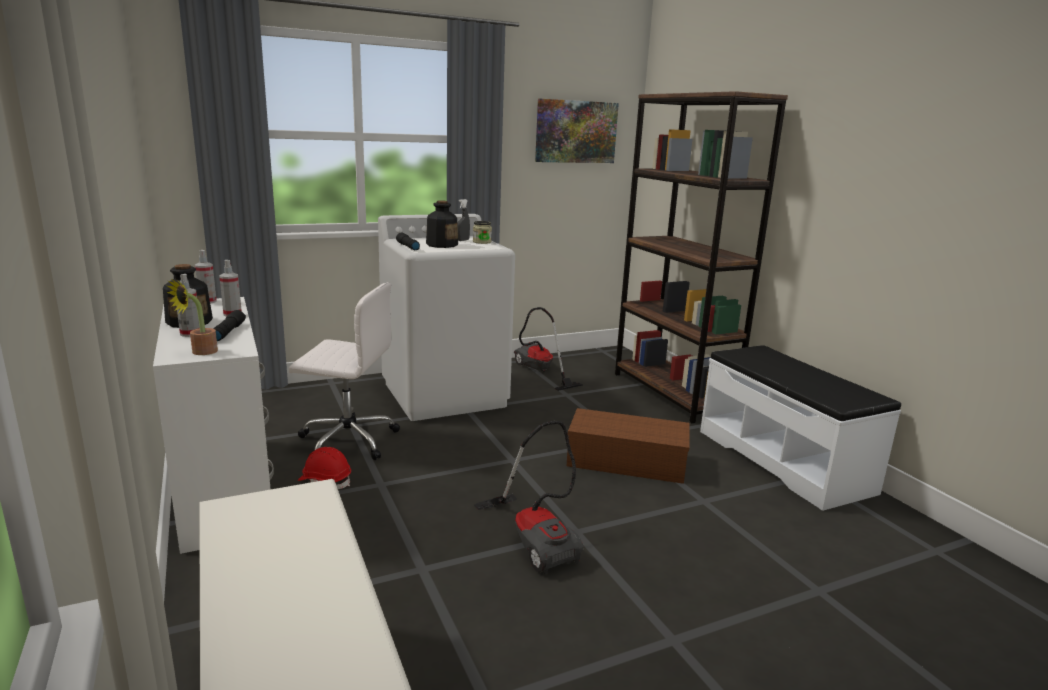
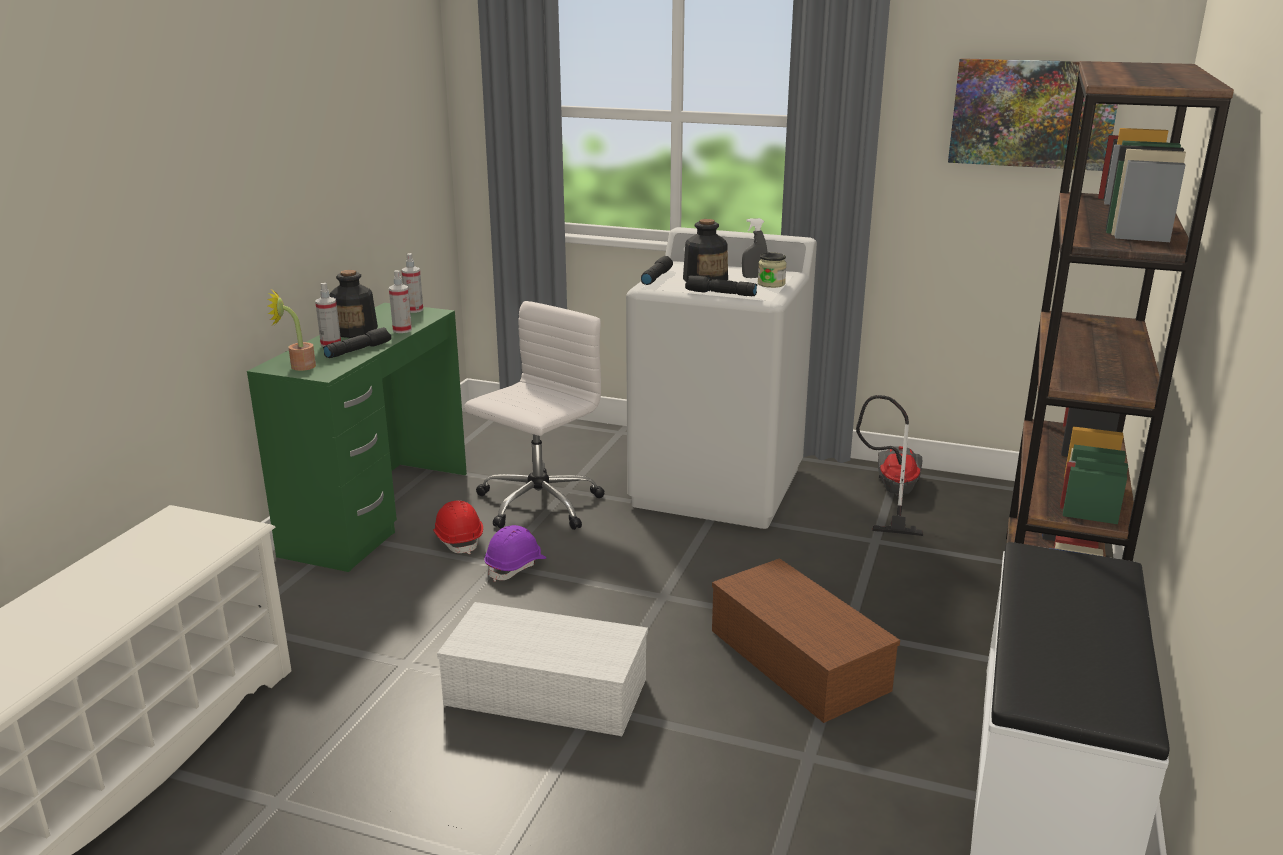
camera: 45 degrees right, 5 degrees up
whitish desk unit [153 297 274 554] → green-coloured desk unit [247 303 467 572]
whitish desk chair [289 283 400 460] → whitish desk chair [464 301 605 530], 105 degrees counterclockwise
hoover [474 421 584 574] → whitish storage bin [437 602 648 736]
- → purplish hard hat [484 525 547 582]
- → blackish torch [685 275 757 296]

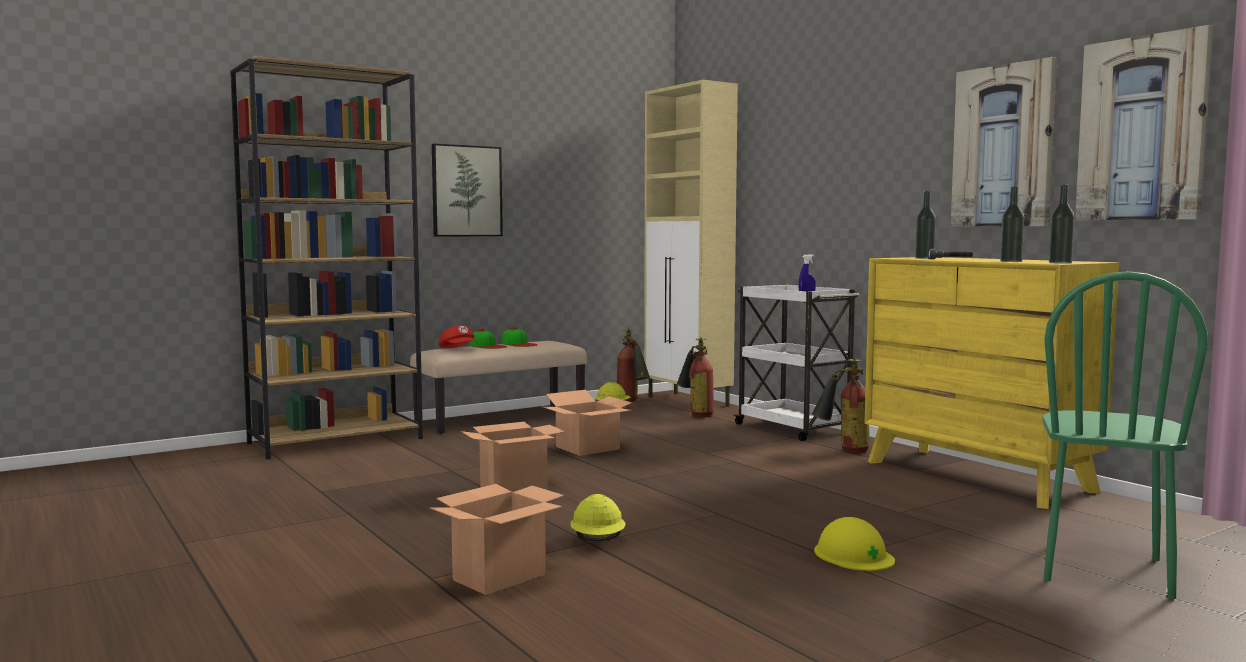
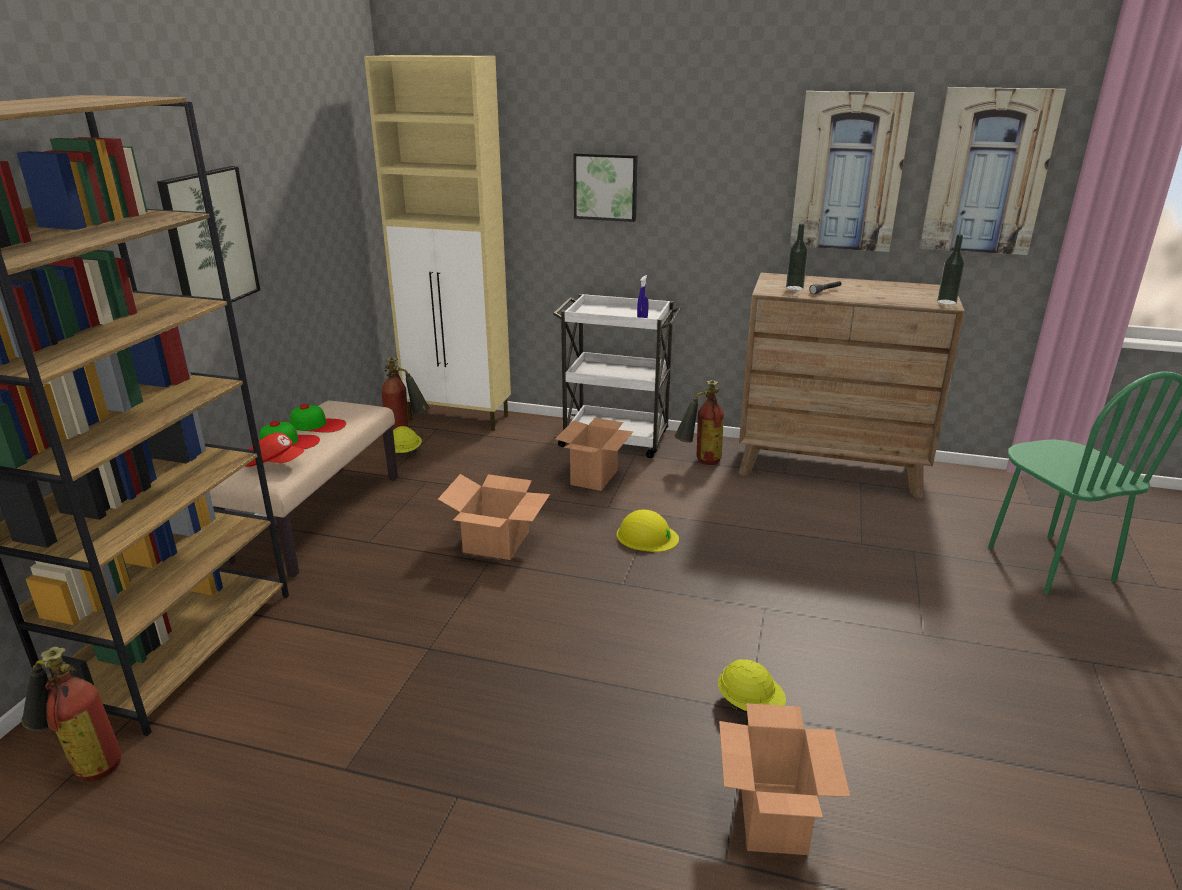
camera: 40 degrees left, 20 degrees up
packing box [461 422 565 492] → packing box [555 418 633 491], shifted
fire-fighting cylinder [677 337 714 418] → fire-fighting cylinder [21 646 121 782], shifted
yellow hard hat [814 517 895 571] → yellow hard hat [617 510 679 552], shifted
yellow drawer chest [865 257 1119 509] → brownish drawer chest [739 273 965 498]
beverage bottle [1000 187 1024 262] → -
- → wall picture [573 153 638 222]

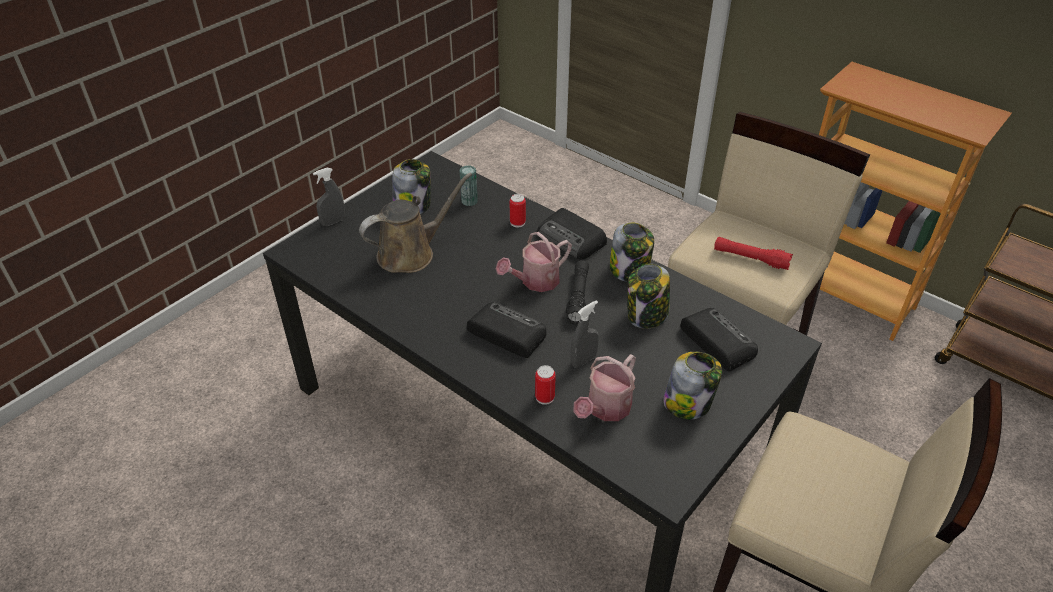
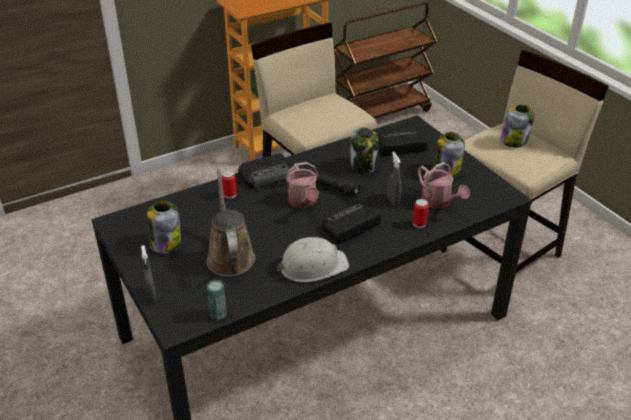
camera: 70 degrees left, 5 degrees down
metal can [460 165 478 206] → metal can [207 280 227 320], shifted
storage jar [610 223 654 282] → storage jar [500 105 535 148], shifted
reddish torch [714 237 793 270] → -
- → whitish hard hat [276 237 349 282]

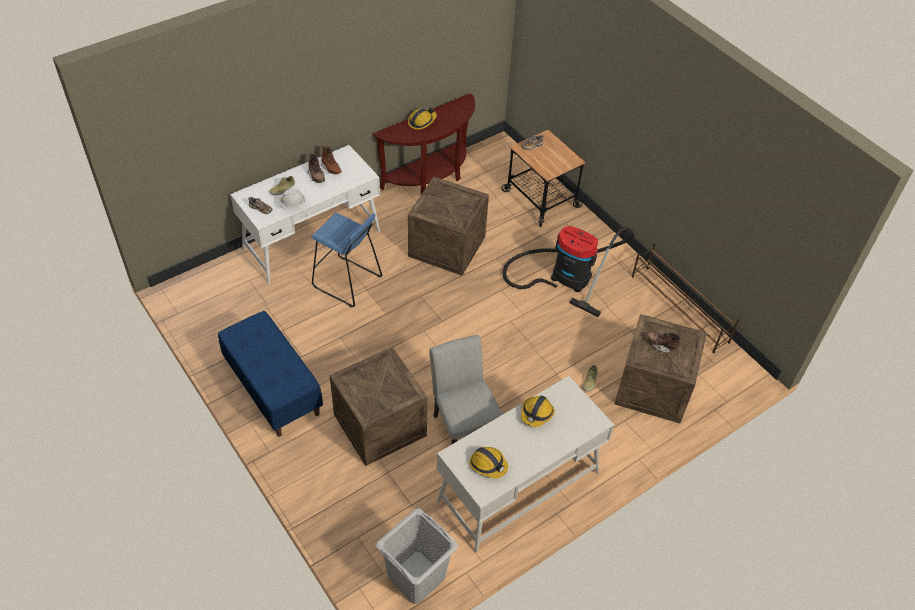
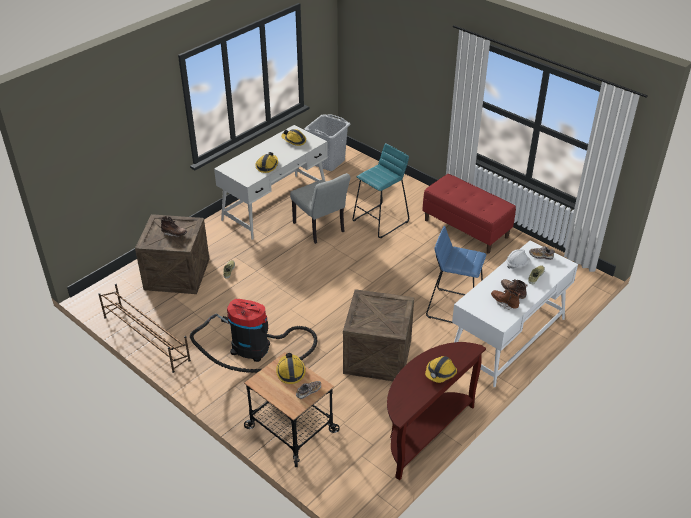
camera: 170 degrees right, 10 degrees down
blue bench [218 311 323 437] → reddish bench [422 174 516 254]
shipping crate [329 347 428 466] → turquoise stool [352 143 409 238]
- → hard hat [276 353 306 384]

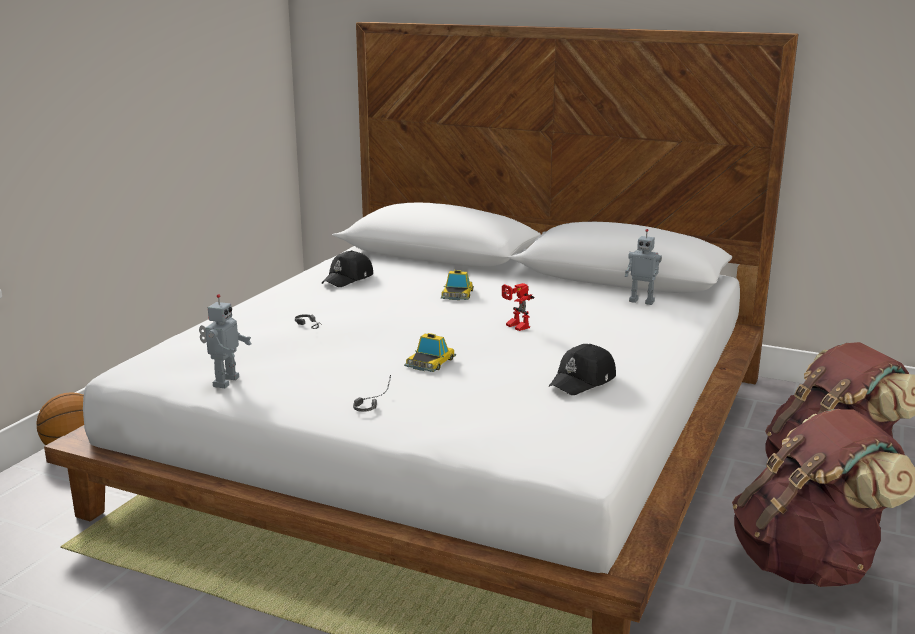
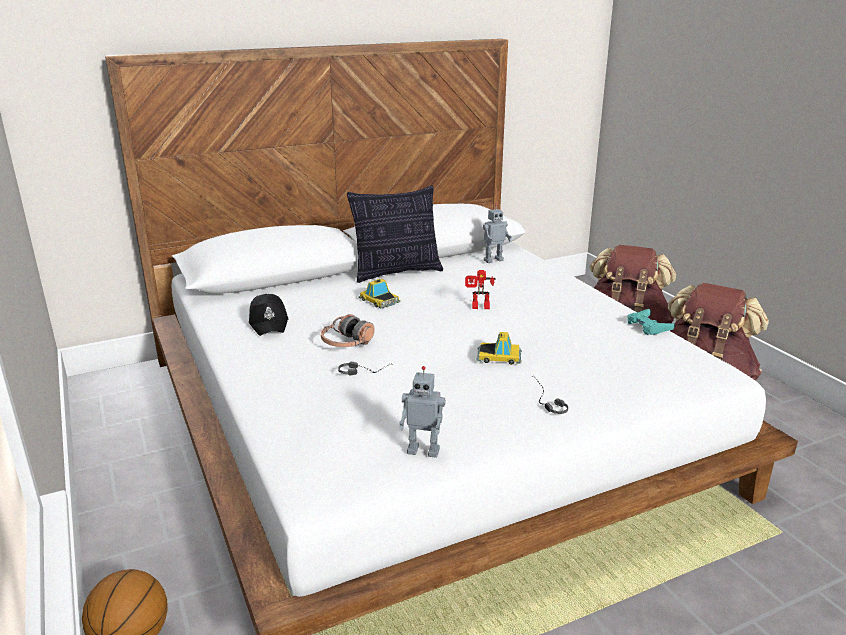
camera: 50 degrees left, 5 degrees up
robot figure [199 294 251 388] → robot figure [399 366 446 458], 135 degrees clockwise
toy car [404 333 456 372] → toy car [476 332 522 365], 120 degrees clockwise
blackish peaked cap [548 344 616 395] → -
- → pair of headphones [321 314 375 347]
- → throw pillow [347 185 443 283]
- → turquoise gamepad [627 309 675 335]

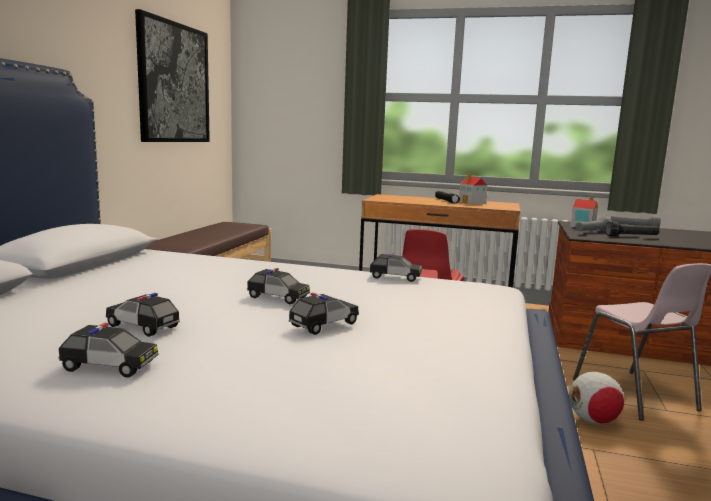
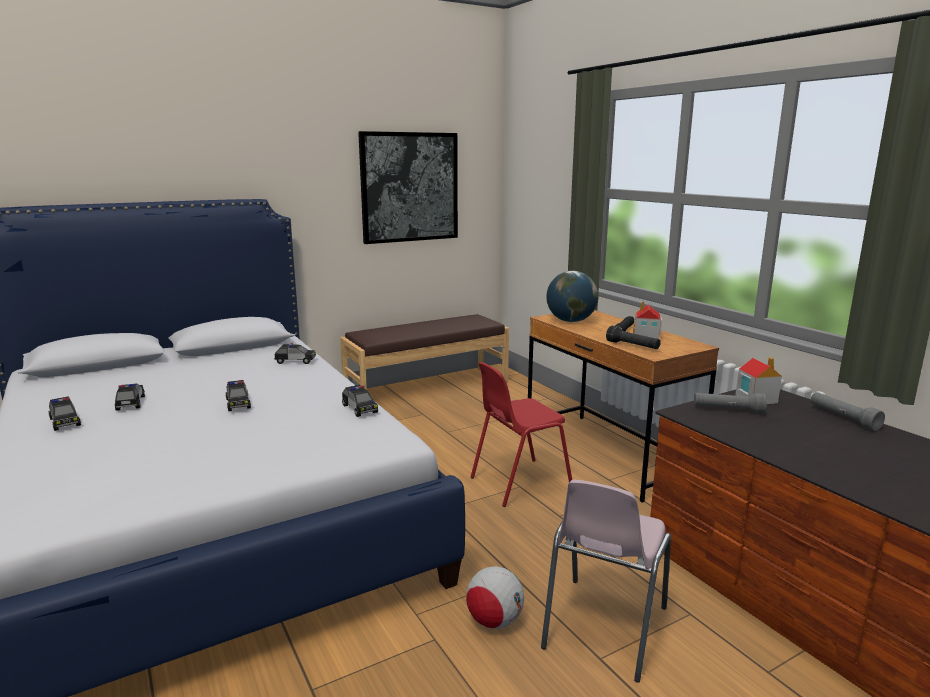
camera: 45 degrees right, 5 degrees up
toy car [289 293 359 335] → toy car [274 343 316 364], shifted
blackish torch [605 221 659 236] → blackish torch [606 326 661 349], shifted
- → world globe [546 271 598 322]

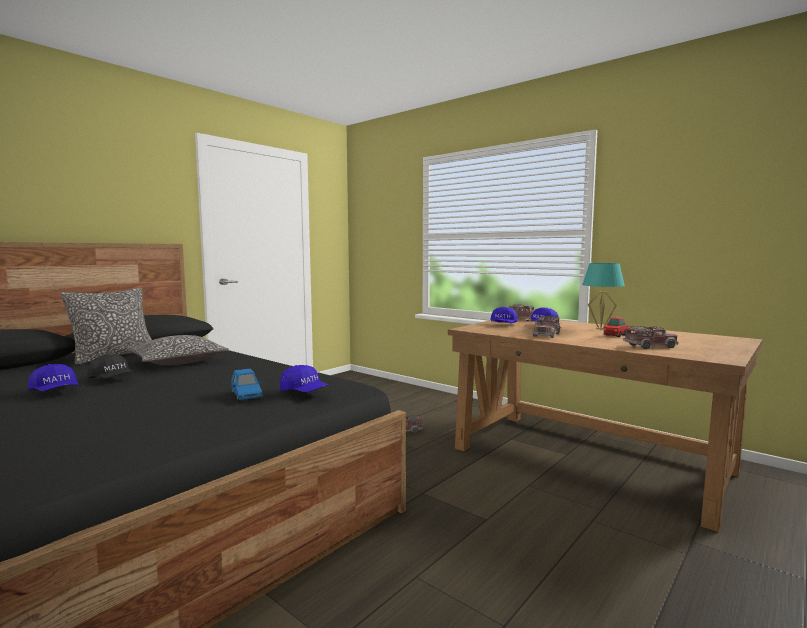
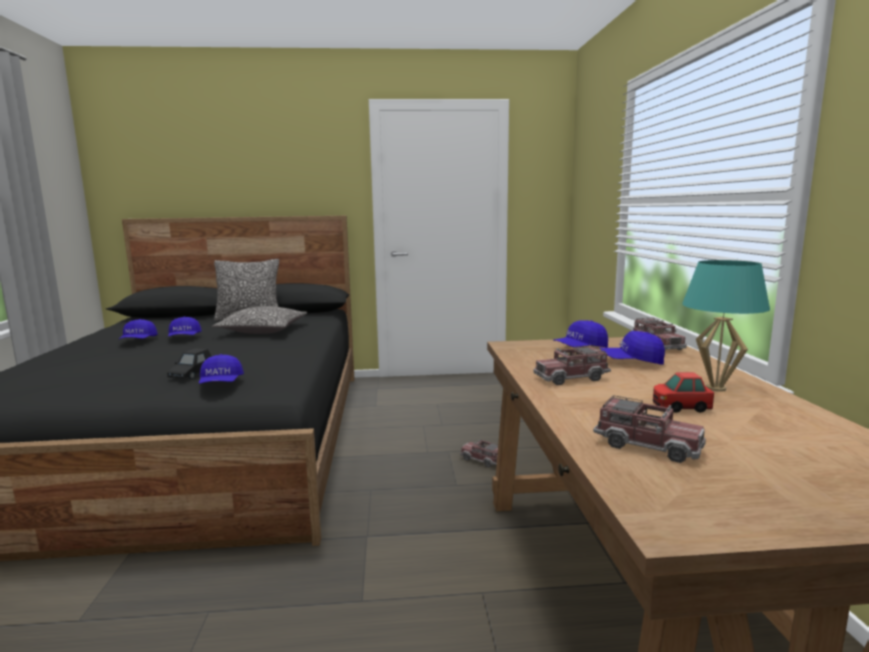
camera: 45 degrees right, 5 degrees up
blackish peaked cap [87 354 135 378] → blue peaked cap [168 317 202 337]
blue toy car [231 369 263 401] → blackish toy car [167 348 212 379]

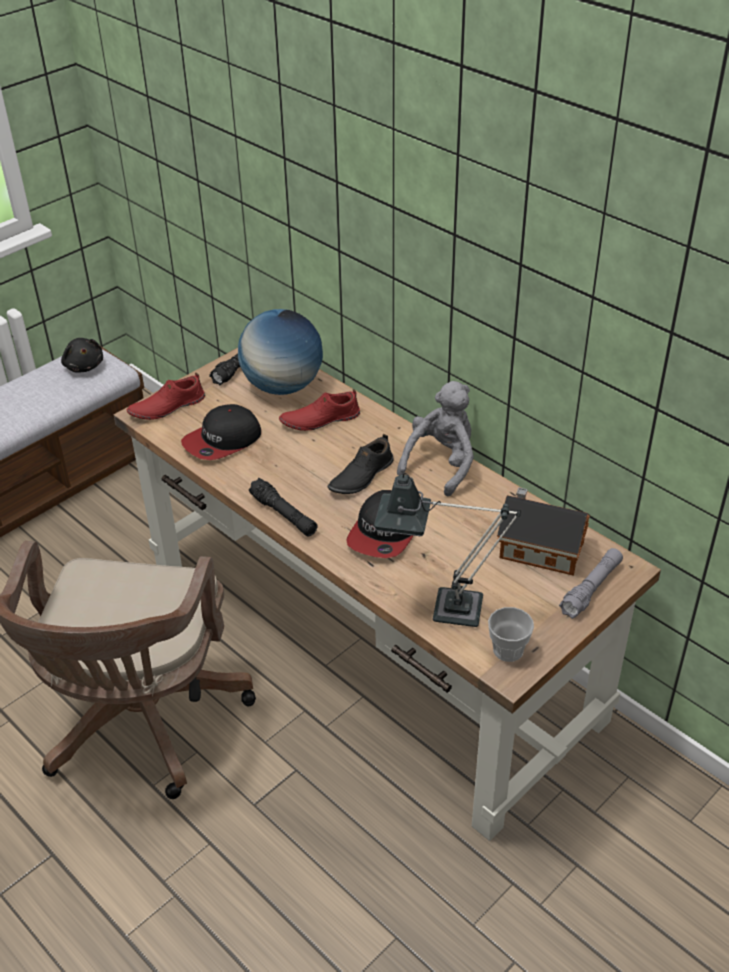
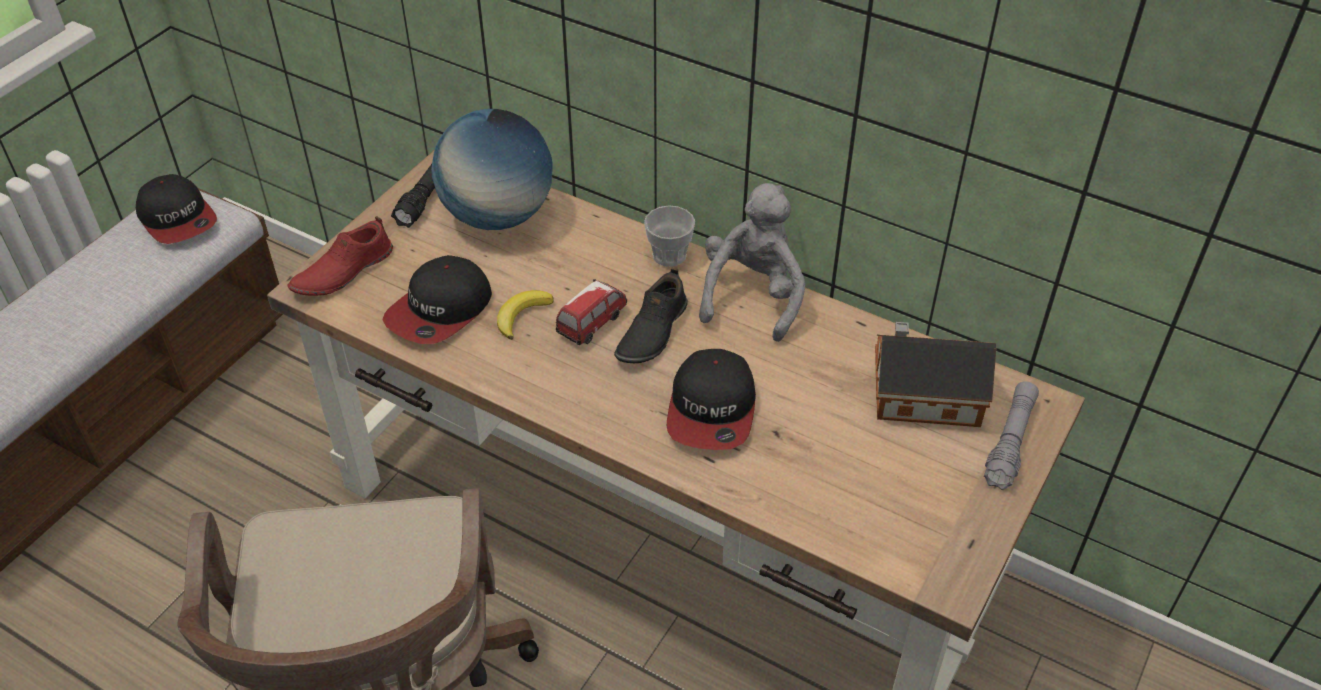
camera: 15 degrees left, 5 degrees up
blackish cuddly toy [61 338 103 373] → peaked cap [136 174 217 244]
blackish torch [249 478 318 536] → -
reddish low shoe [279 389 360 431] → -
lamp for a table [374 473 521 627] → -
cup [488 607 534 662] → cup [644 205 695 267], shifted
- → banana fruit [497 290 554 340]
- → toy car [556 279 627 345]

